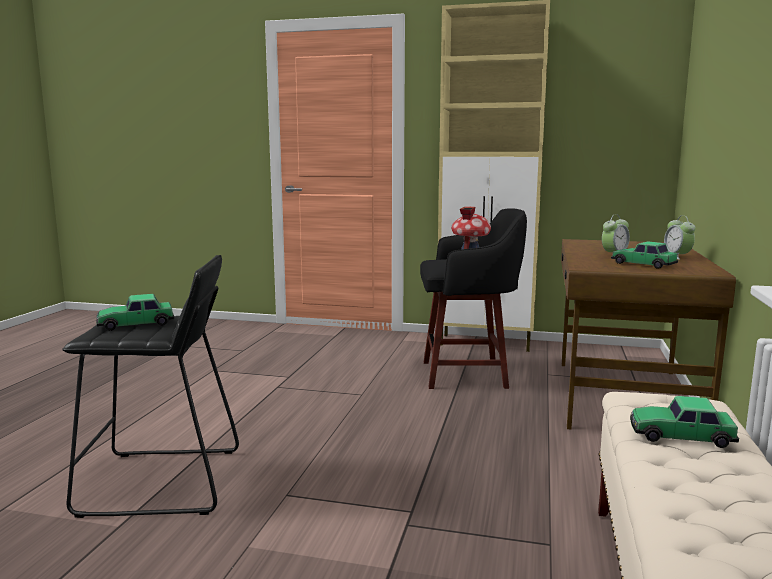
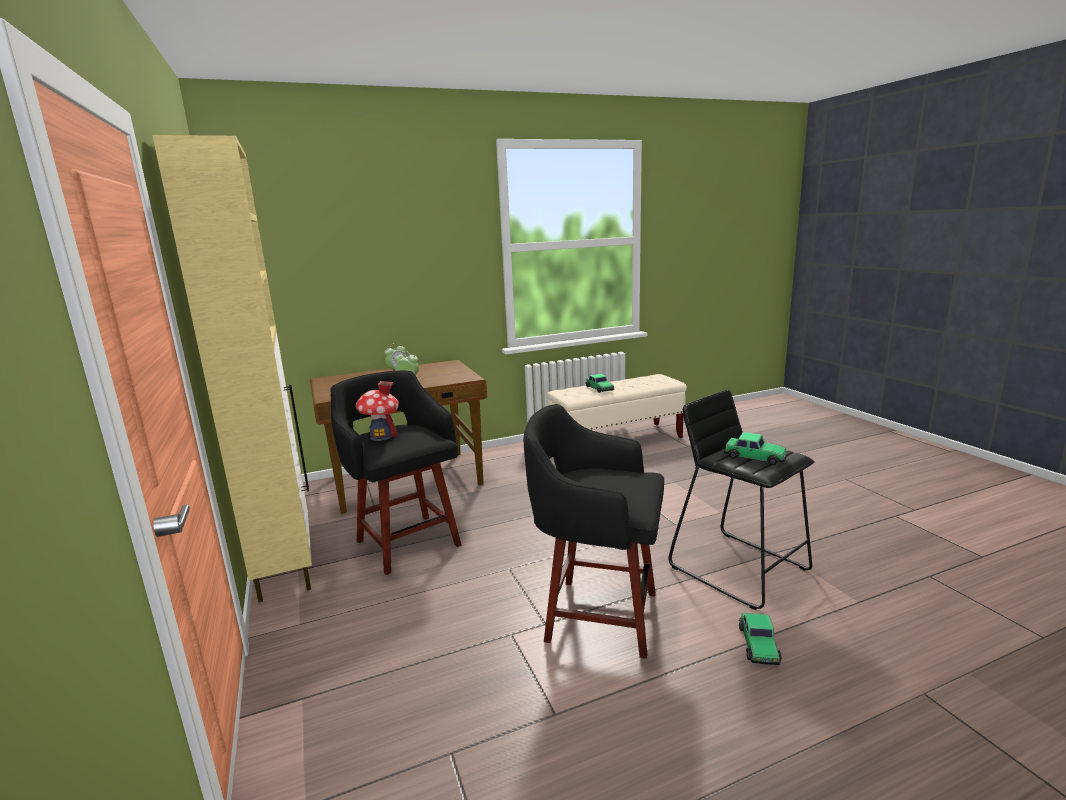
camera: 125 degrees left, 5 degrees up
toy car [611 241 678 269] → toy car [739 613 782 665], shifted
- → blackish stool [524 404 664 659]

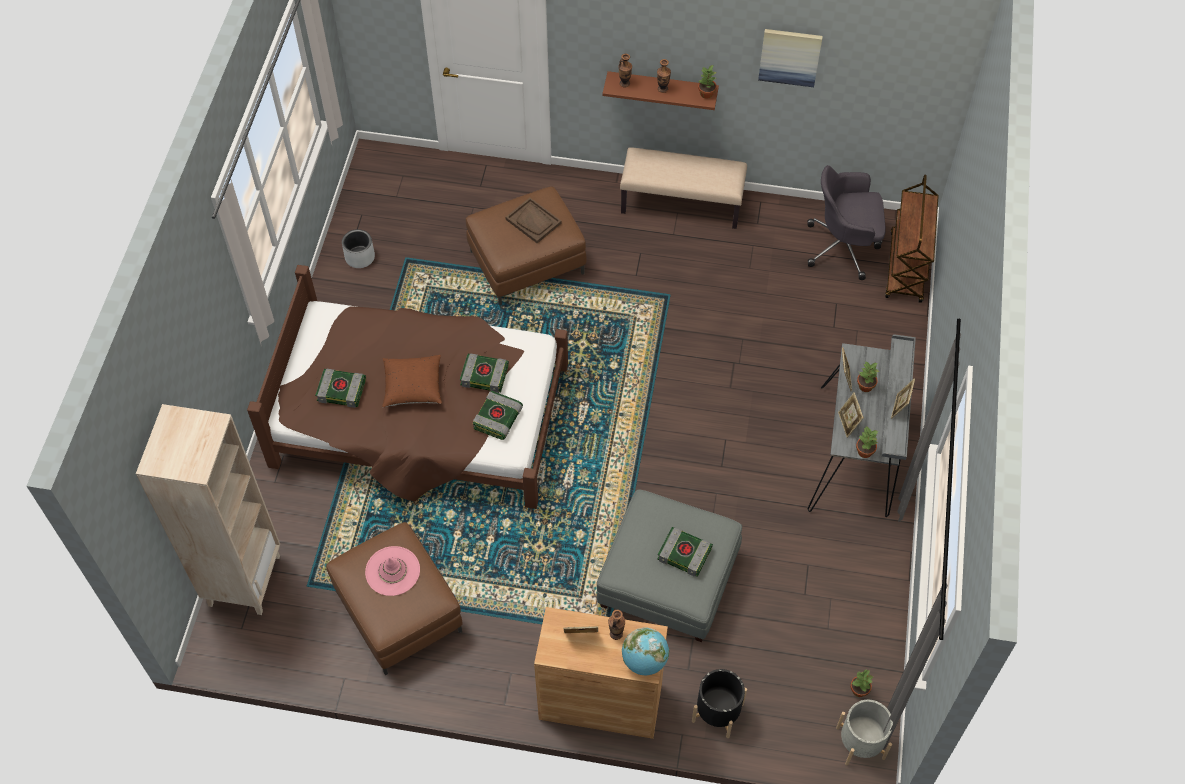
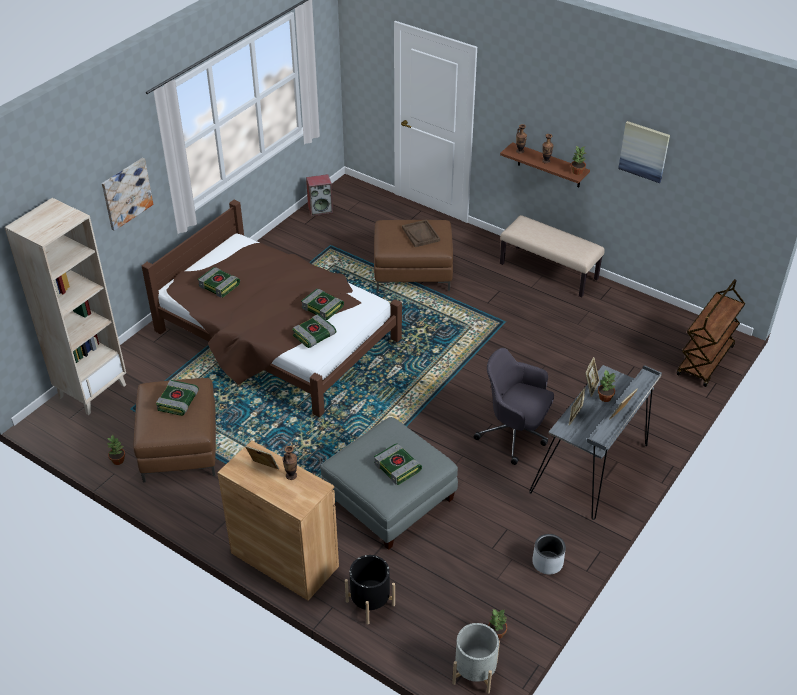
camera: 25 degrees right, 15 degrees down
grey planter [342 229 375 268] → grey planter [532 534 566 574], shifted
pink clothing hat [365 546 420 596] → book [156 380 199 416]
brownish throw pillow [382 355 442 408] → -
world globe [622 627 669 675] → -
grey desk chair [807 165 886 280] → grey desk chair [474 348 554 465], shifted
houseplant [856 427 878 458] → houseplant [107 434 125 465], shifted
- → wall picture [102 158 153 231]
- → speaker [306 174 333 216]

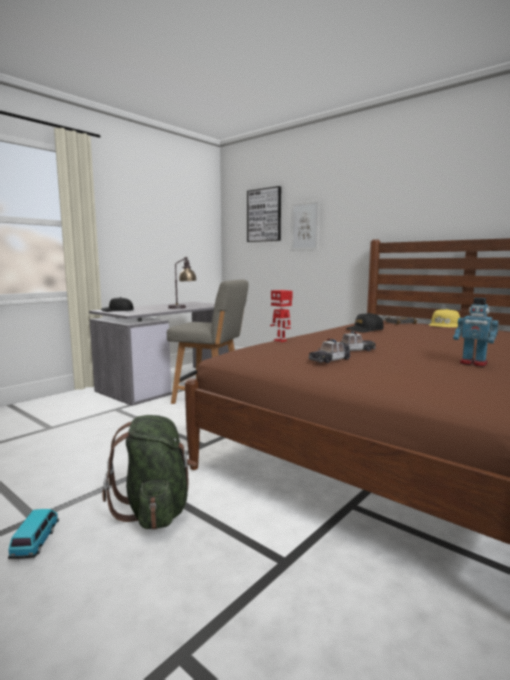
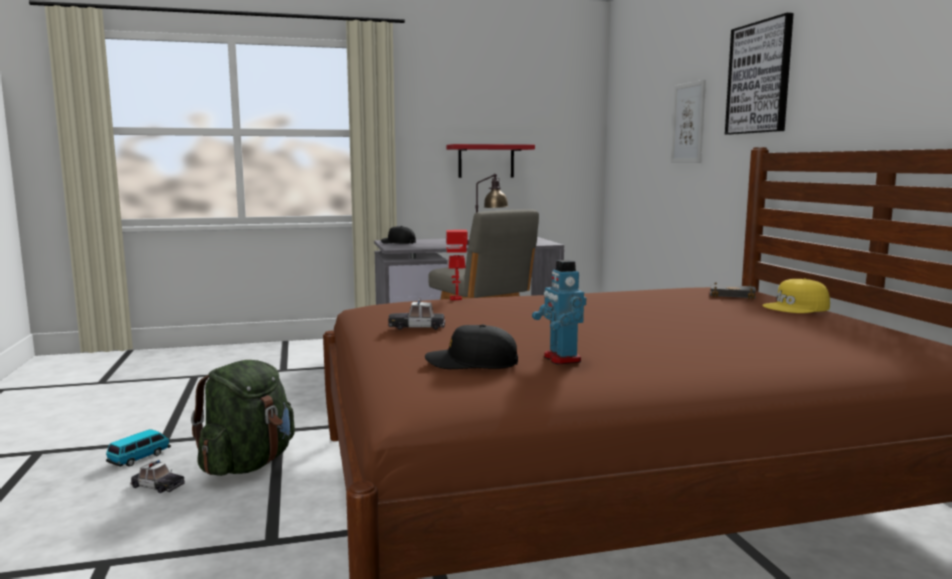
camera: 35 degrees right, 0 degrees up
wall picture [247 186 281 242] → wall picture [725 13 794 135], shifted
toy car [341 331 376 351] → toy car [131 460 185 493], shifted
blackish peaked cap [346 313 384 333] → blackish peaked cap [425 324 518 369], shifted
- → reddish shelf [447 144 535 178]

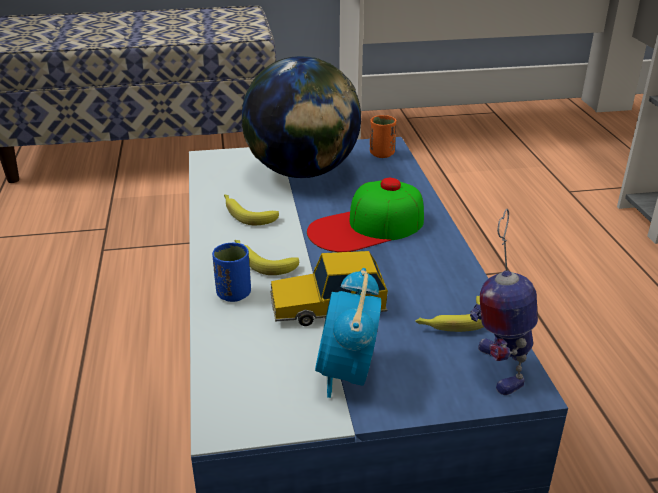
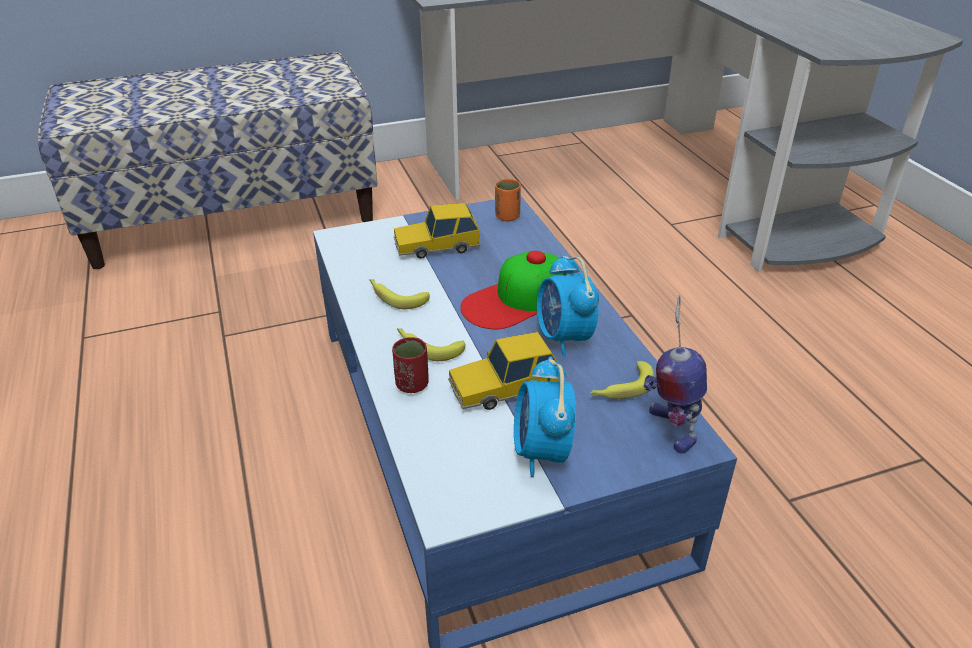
camera: 10 degrees left, 5 degrees up
blue cup [212 242 251 302] → reddish cup [392 337 429 393]
world globe [242 56 361 178] → toy car [394 203 480 259]
- → alarm clock [537 254 599 356]

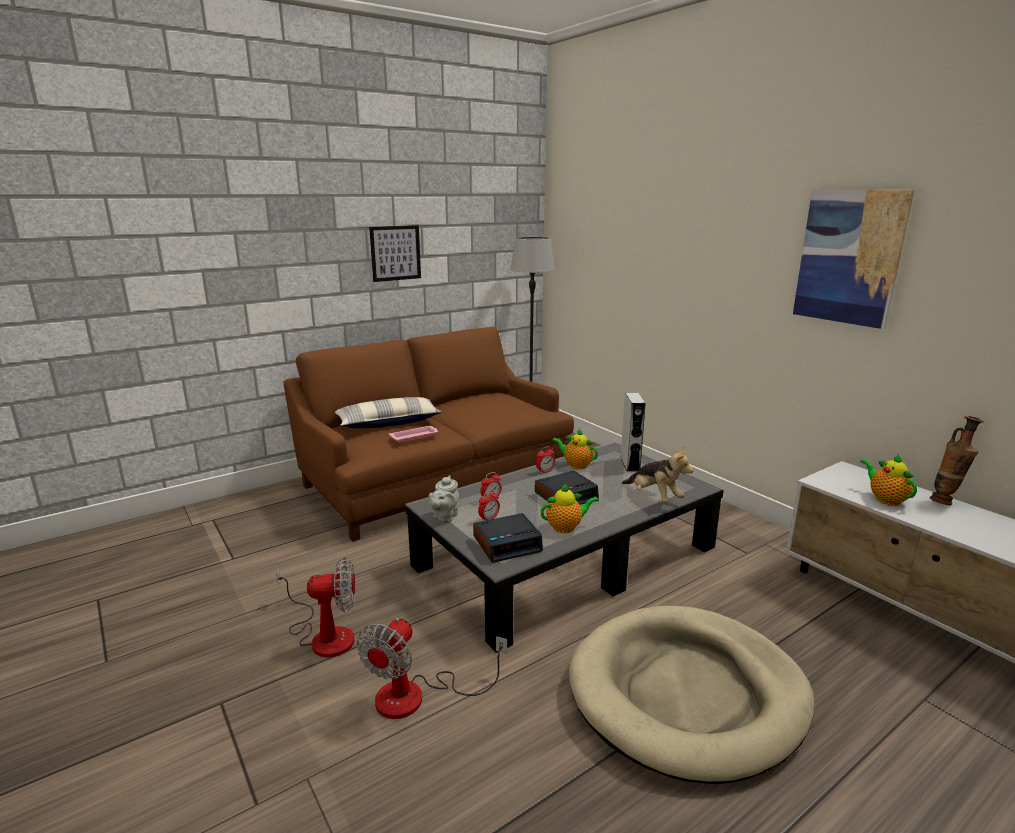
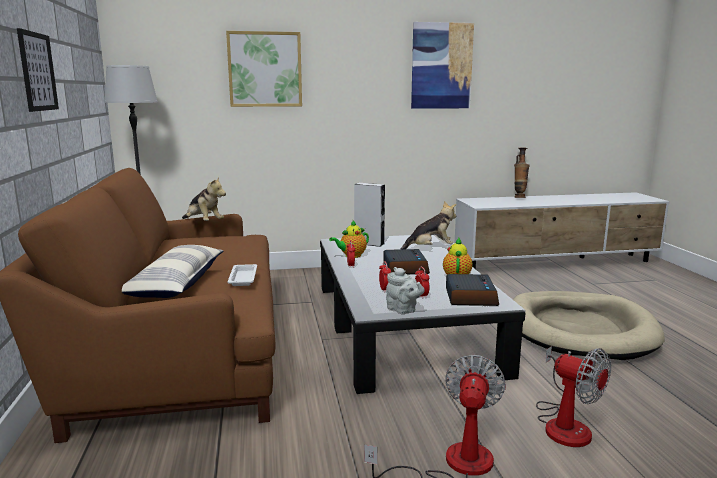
camera: 65 degrees left, 5 degrees down
pink carrying tray [389 426 438 442] → whitish carrying tray [227 264 257 286]
pot for tea [860 454 917 506] → -
- → cuddly toy [182 177 226 221]
- → wall picture [226 31 302 107]

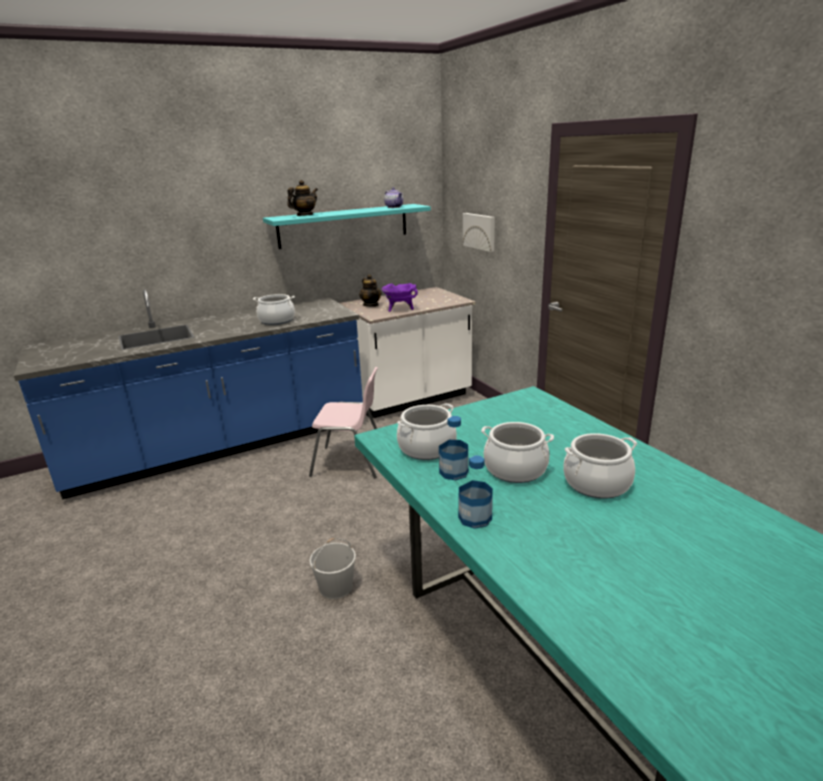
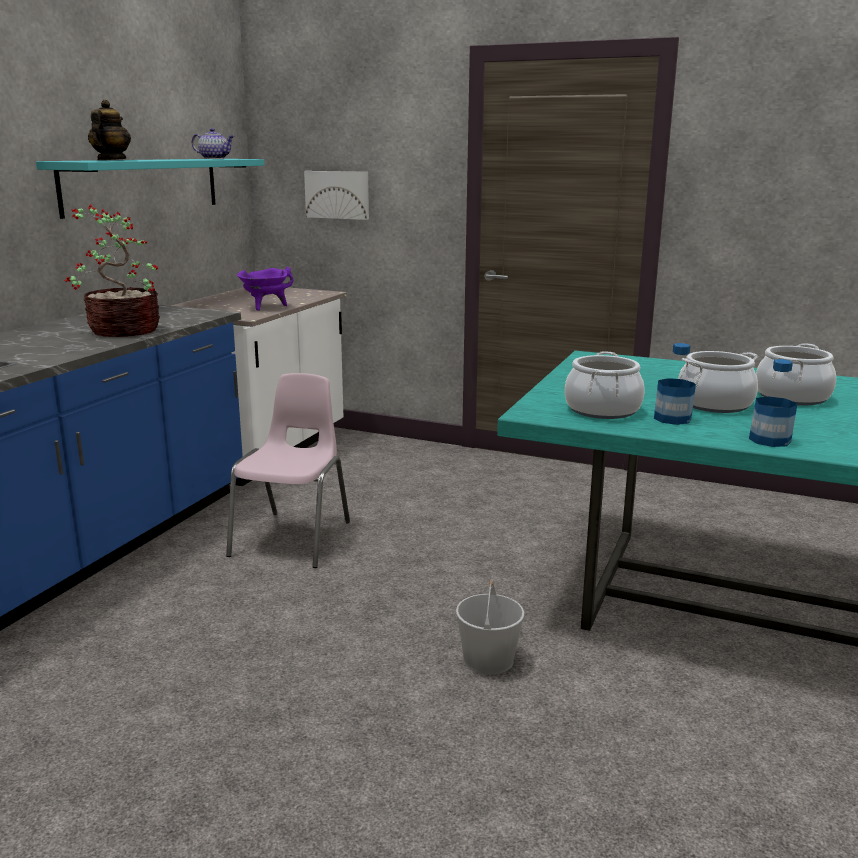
camera: 40 degrees left, 5 degrees down
stockpot [253 294 295 325] → houseplant [64 204 160 337]
pink upright chair [309 367 378 478] → pink upright chair [226 373 350 568], 45 degrees counterclockwise
pot for tea [359 274 382 307] → -

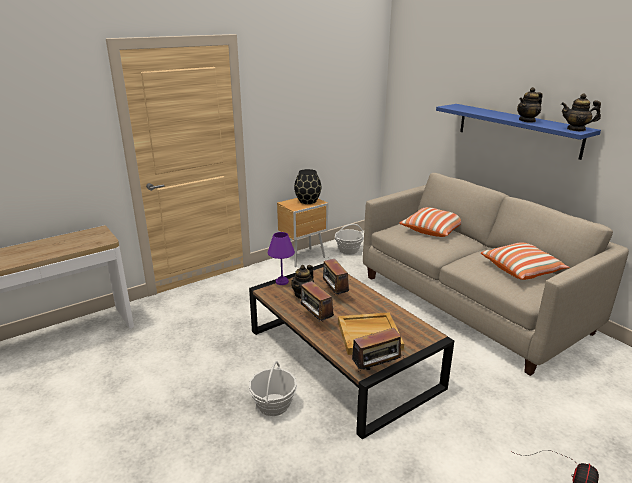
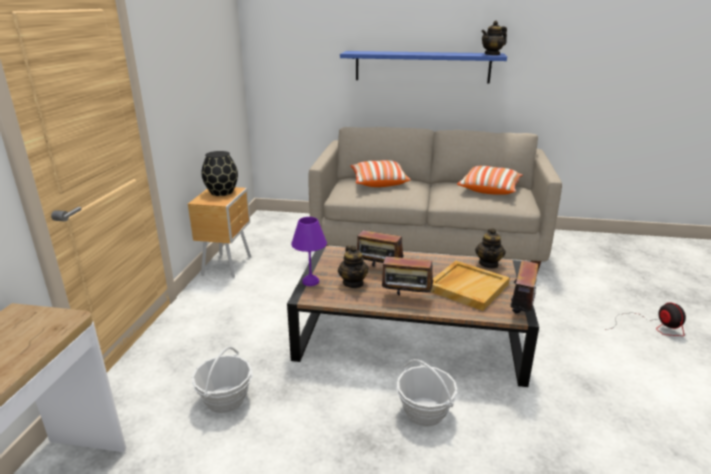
camera: 45 degrees left, 0 degrees up
storage basket [335 224 364 254] → storage basket [192 346 253 413], shifted
pot for tea [517 87 543 123] → pot for tea [475 228 506 269], shifted

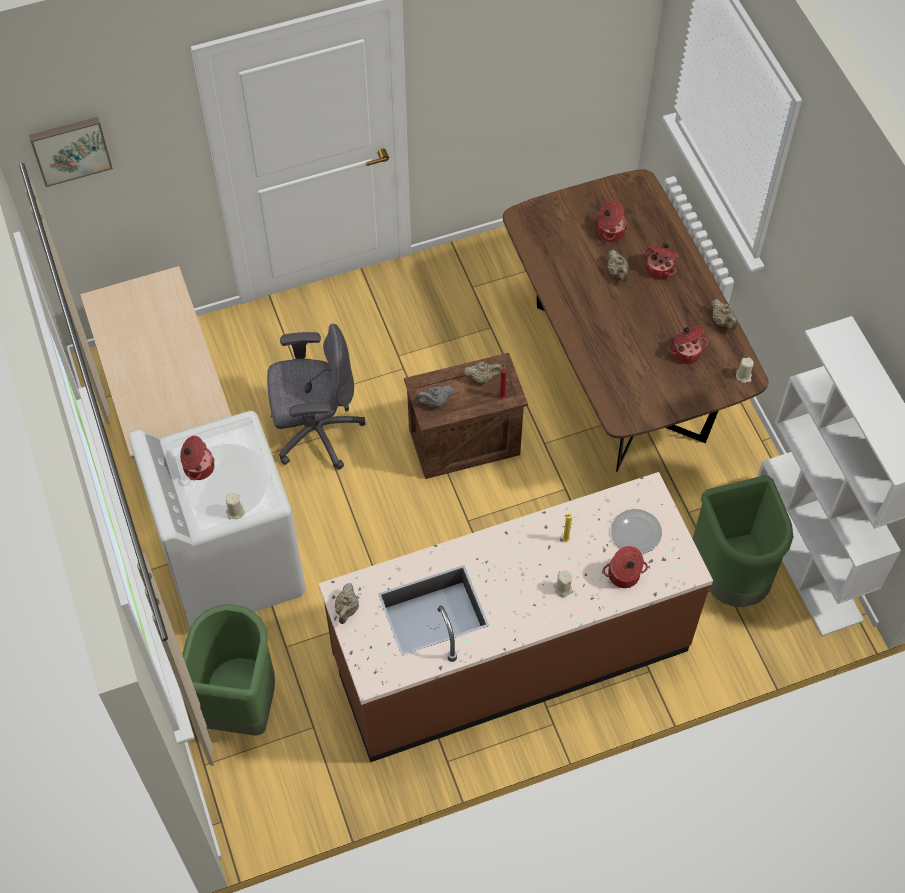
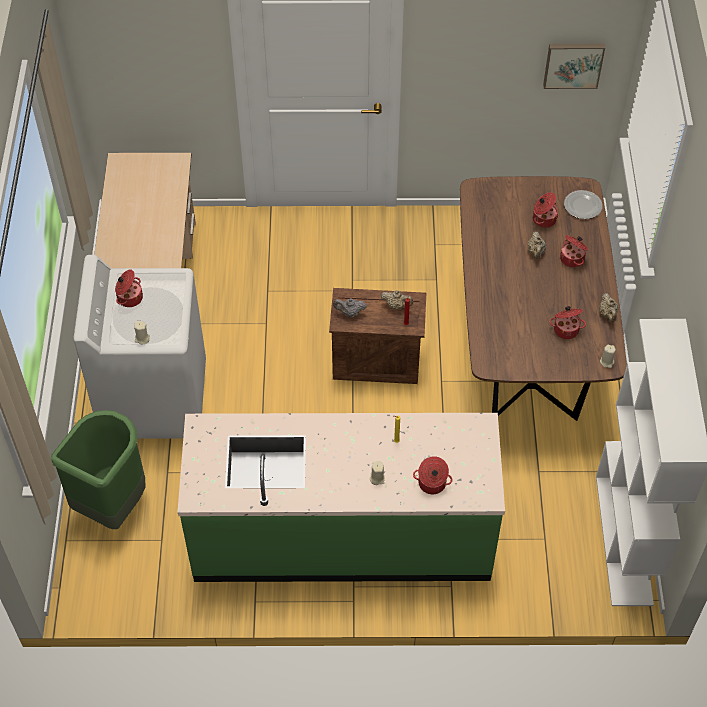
camera: 20 degrees right, 5 degrees down
wall picture [29 117 113 187] → wall picture [543 44 605 89], shifted
grey desk chair [267 323 365 469] → -
brownish counter [318 472 713 762] → green-coloured counter [178 413 505 582]
sand-coloured pot for tea [335 583 359 624] → -
dinner plate [611 509 662 554] → dinner plate [564 190 603 219], shifted
green-coloured rubbish bin [693 476 793 607] → -

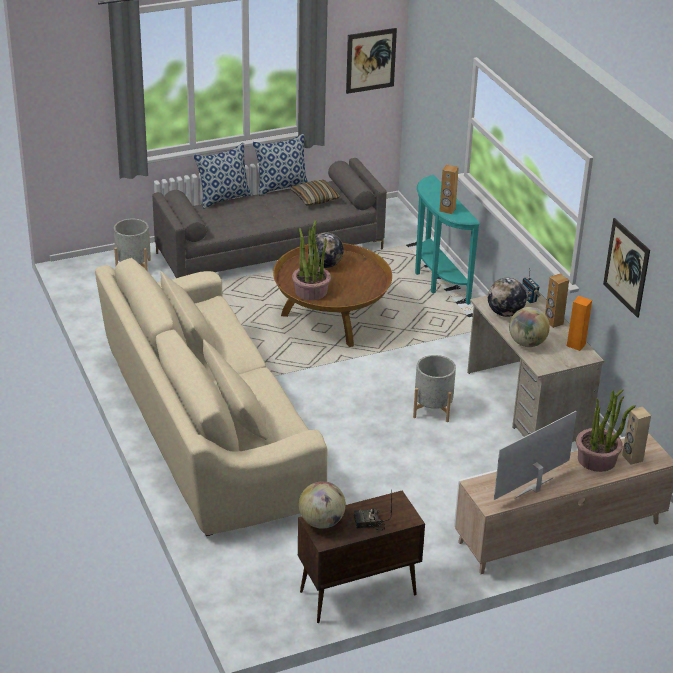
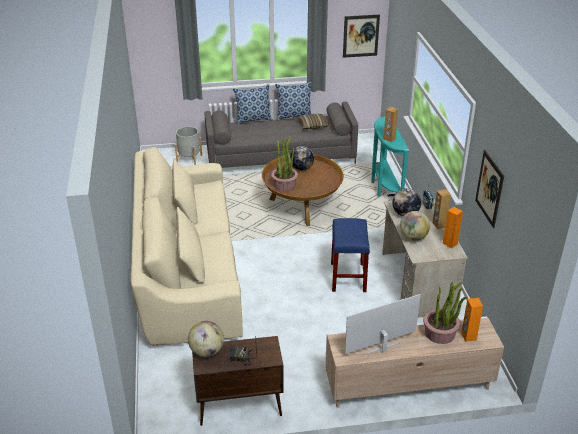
camera: 15 degrees right, 0 degrees up
grey planter [413 355 456 422] → blue stool [331 218 370 292]
sand-coloured speaker [622 407 651 465] → orange-coloured speaker [461 298 483 342]

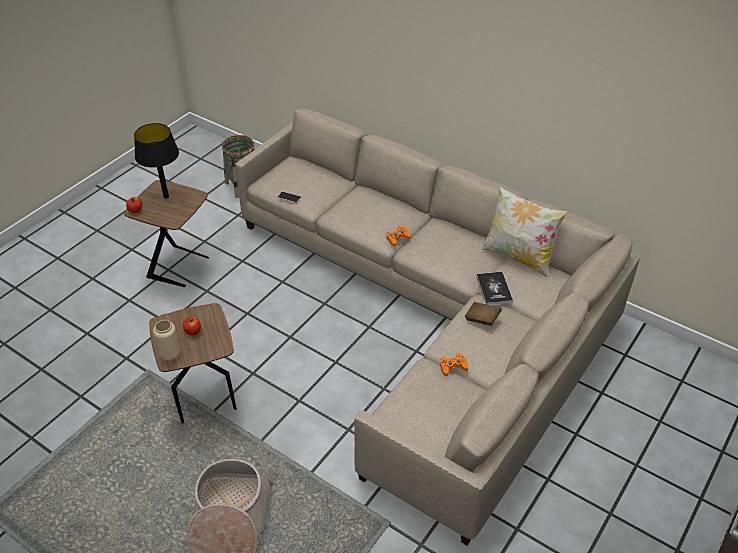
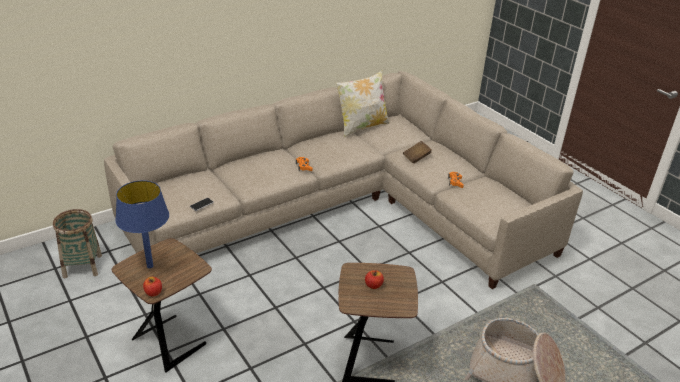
camera: 70 degrees left, 10 degrees down
blackish lamp for a table [134 123 179 199] → blue lamp for a table [115 181 169 268]
sand-coloured vase [153 320 181 361] → -
book [476 272 513 305] → -

